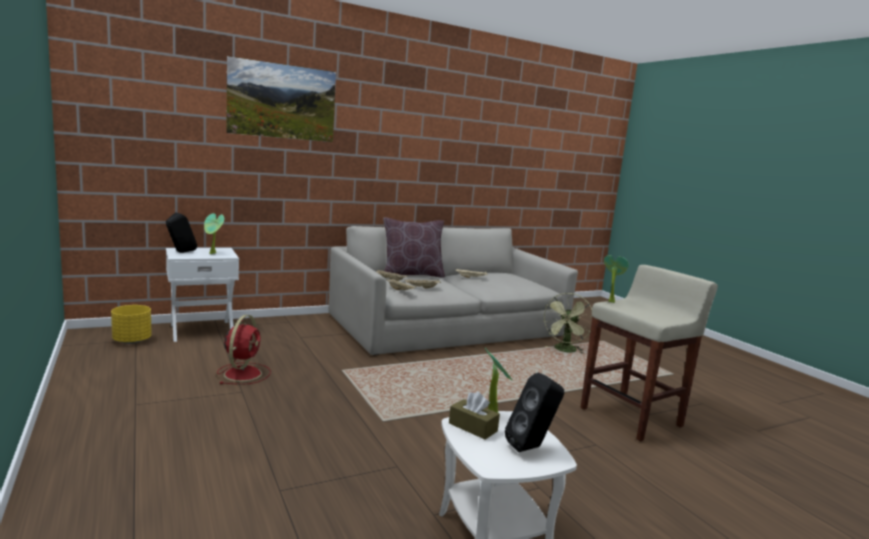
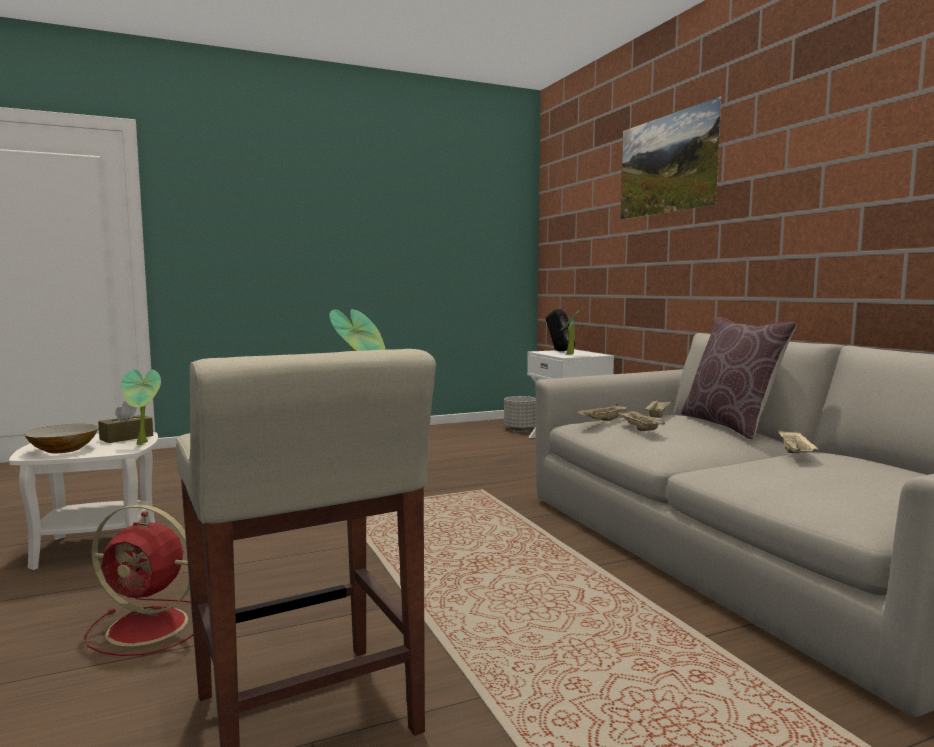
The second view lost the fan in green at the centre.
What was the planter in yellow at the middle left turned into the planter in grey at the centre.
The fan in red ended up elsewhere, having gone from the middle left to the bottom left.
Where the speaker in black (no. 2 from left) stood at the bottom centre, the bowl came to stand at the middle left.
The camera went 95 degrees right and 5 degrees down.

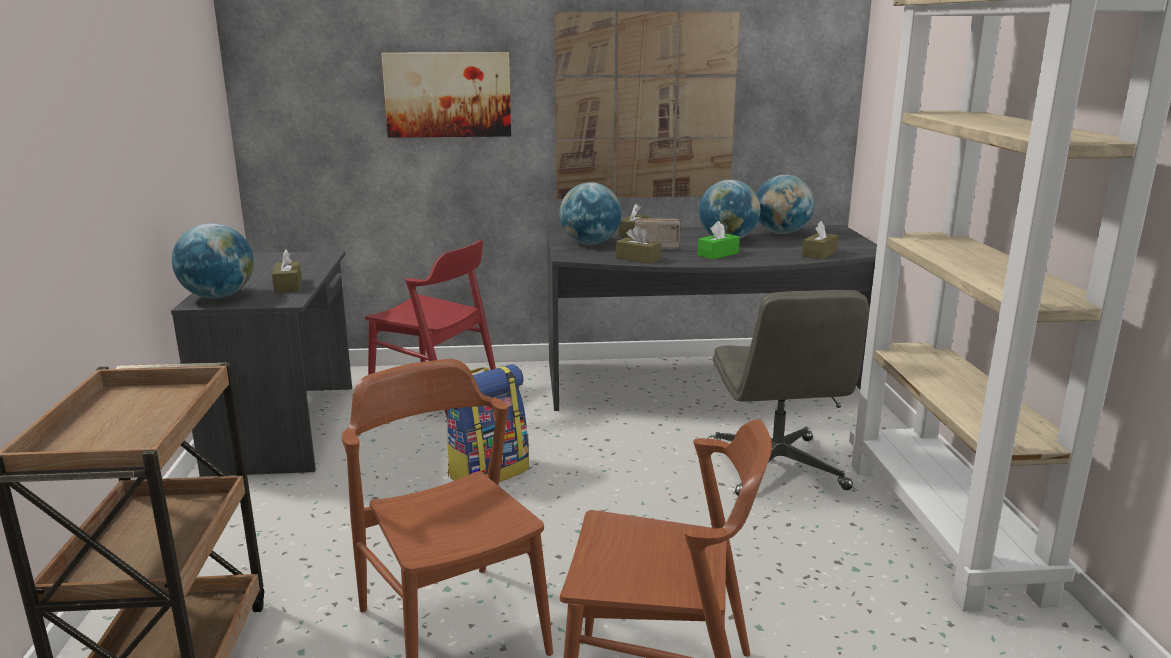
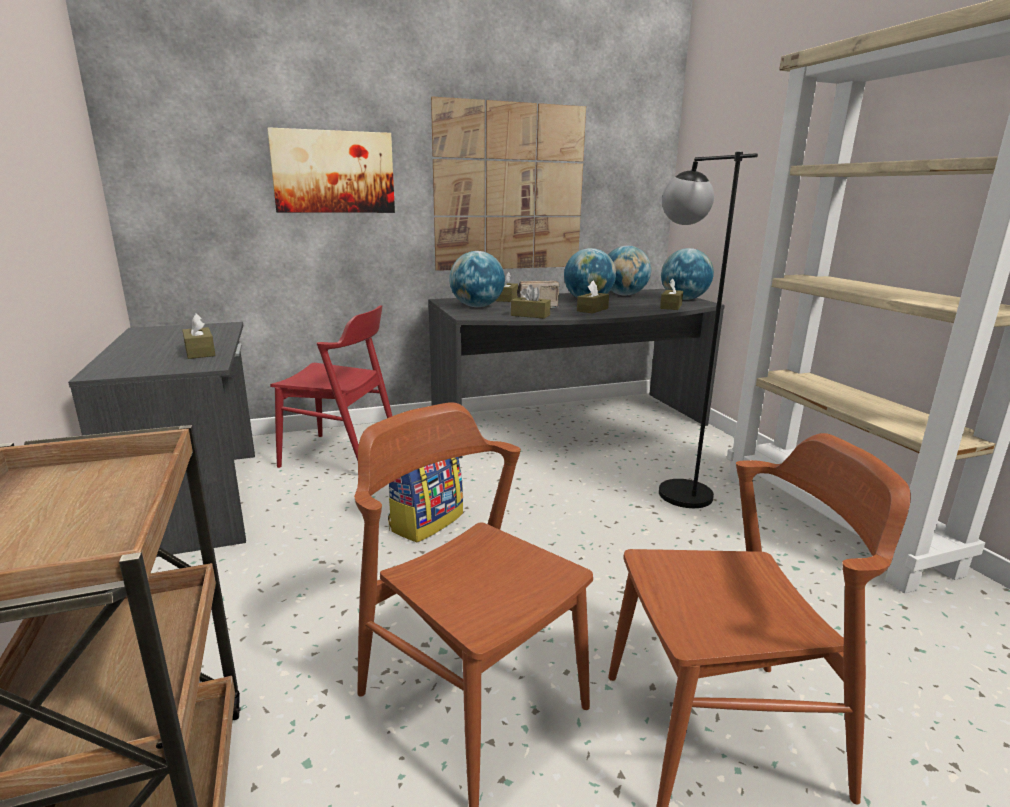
What was the tissue box in green at the centre turned into the tissue box in brown (no. 4 from left) at the centre.
The globe (no. 1 from left in the first image) ended up elsewhere, having gone from the middle left to the middle right.
Where the office chair in grey stood at the middle right, the floor lamp in black came to stand at the middle right.
The camera went 15 degrees left and 0 degrees up.

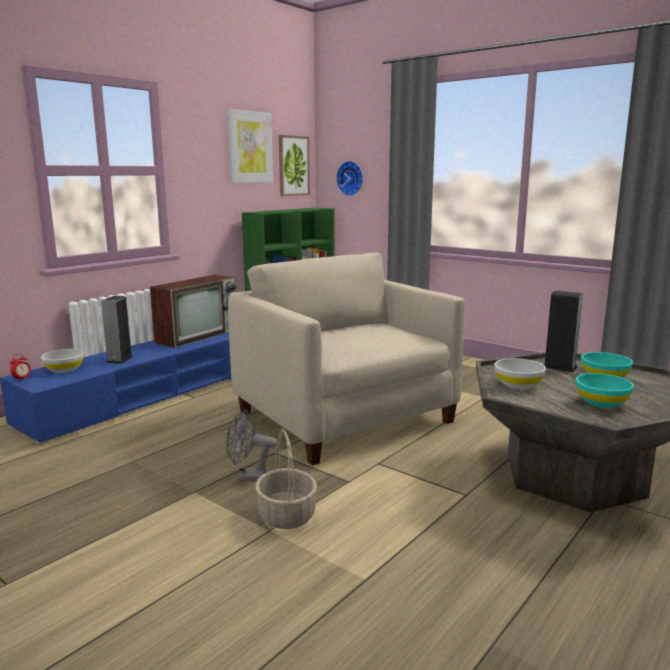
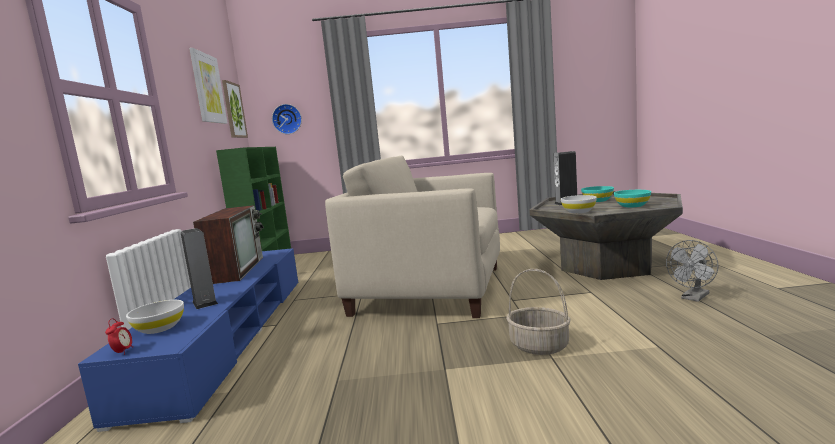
The fan in grey ended up elsewhere, having gone from the centre to the middle right.
The camera went 40 degrees left and 5 degrees down.

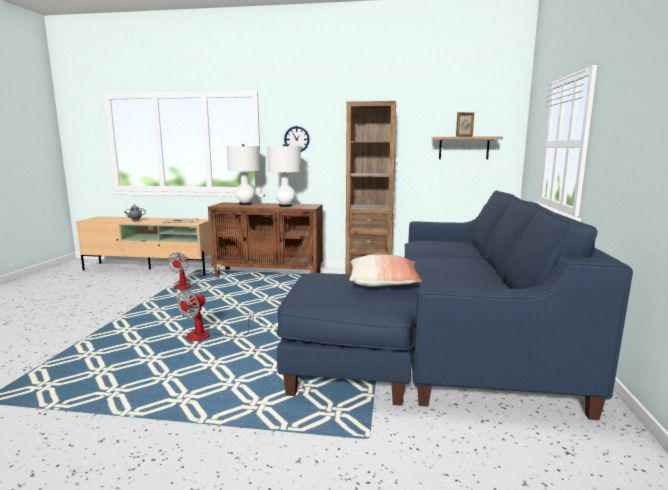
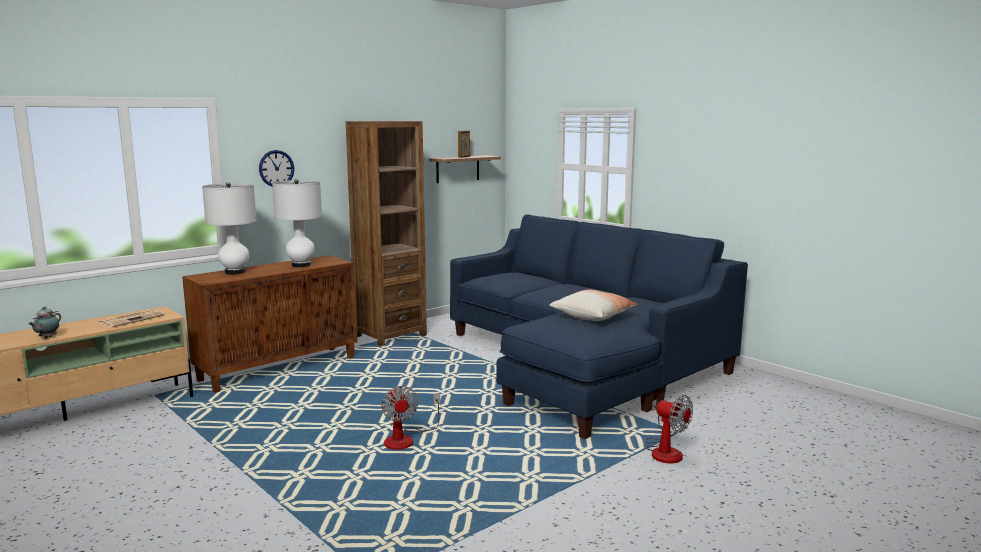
The fan (no. 1 from left in the first image) ended up elsewhere, having gone from the middle left to the bottom right.
The camera went 50 degrees left and 0 degrees up.

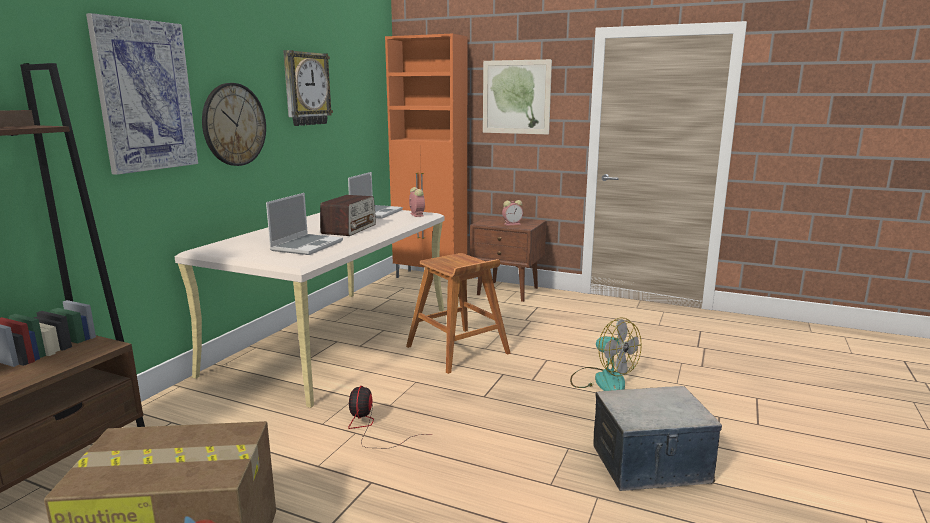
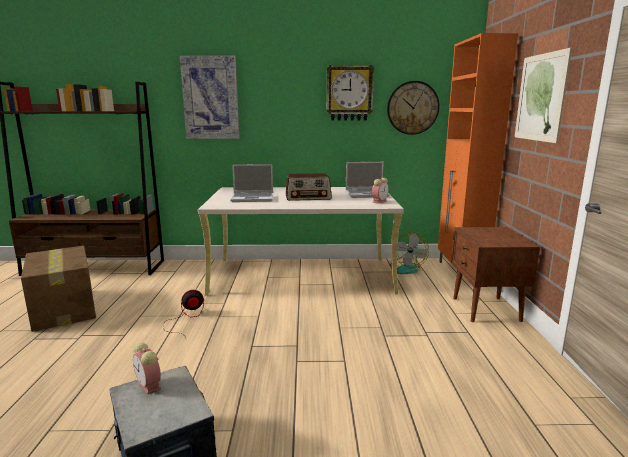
The wall clock (no. 1 from left in the first image) ended up elsewhere, having gone from the top left to the top centre.
The alarm clock (no. 2 from left in the first image) ended up elsewhere, having gone from the centre to the bottom left.
The second view lost the stool in brown at the centre.
The fan (no. 2 from left) ended up elsewhere, having gone from the bottom centre to the centre.
The camera went 65 degrees right and 0 degrees up.

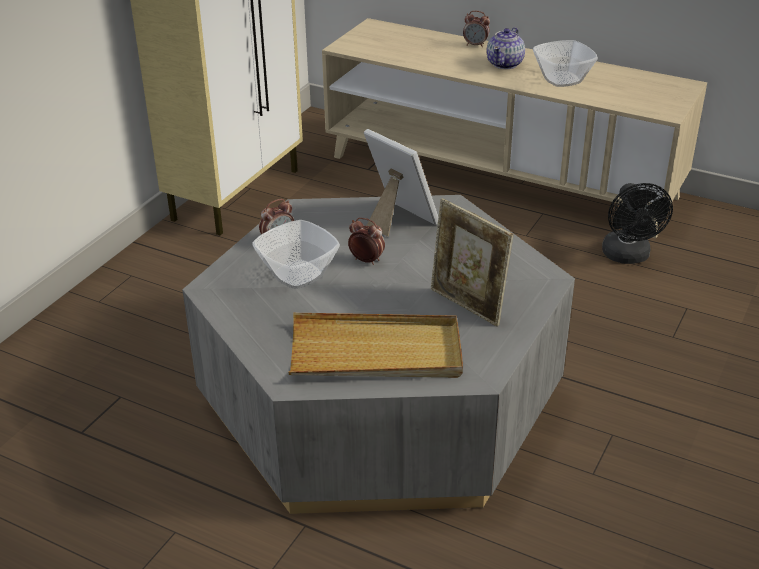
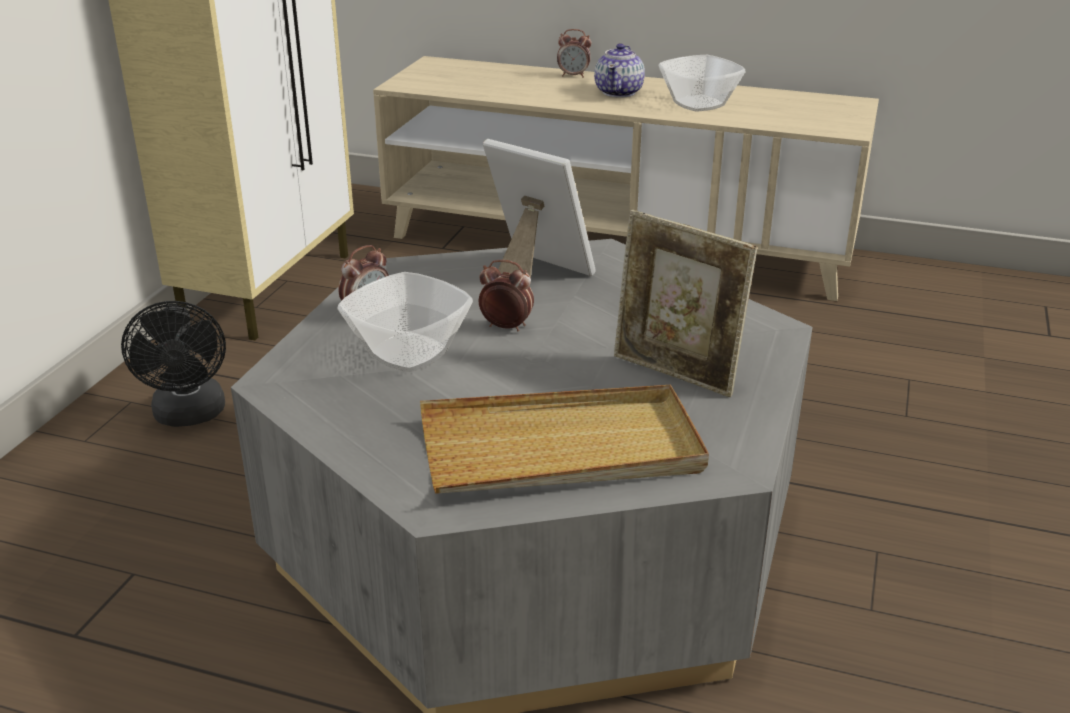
The fan in black ended up elsewhere, having gone from the middle right to the middle left.
The camera went 10 degrees left and 5 degrees down.

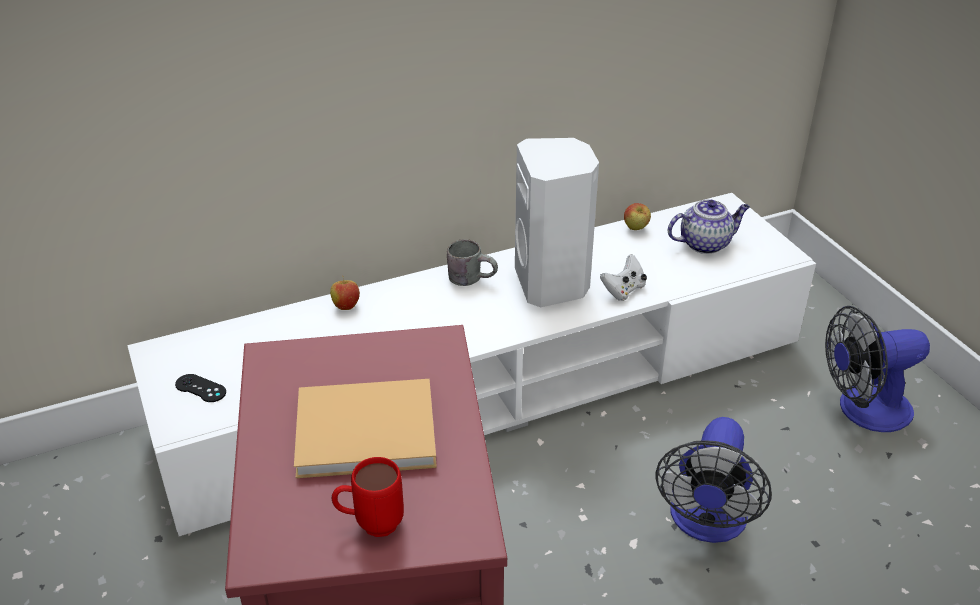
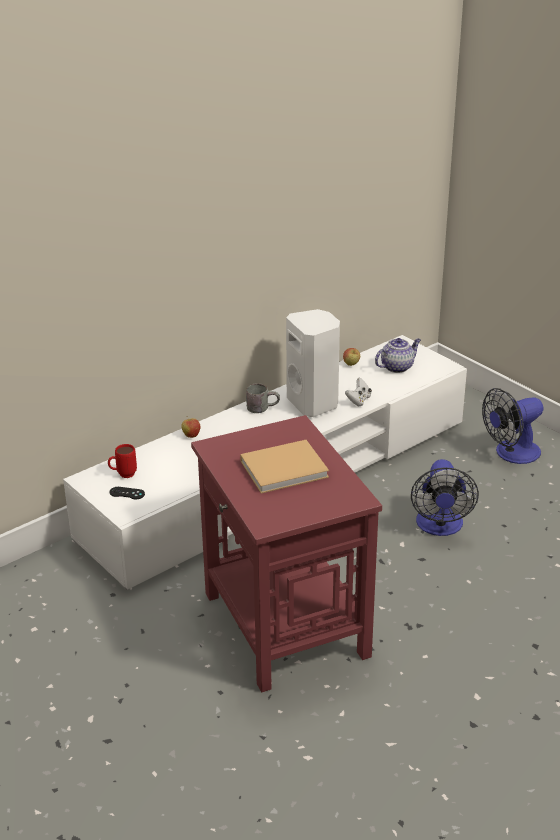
The mug in red ended up elsewhere, having gone from the bottom centre to the middle left.
The camera went 15 degrees left and 5 degrees down.

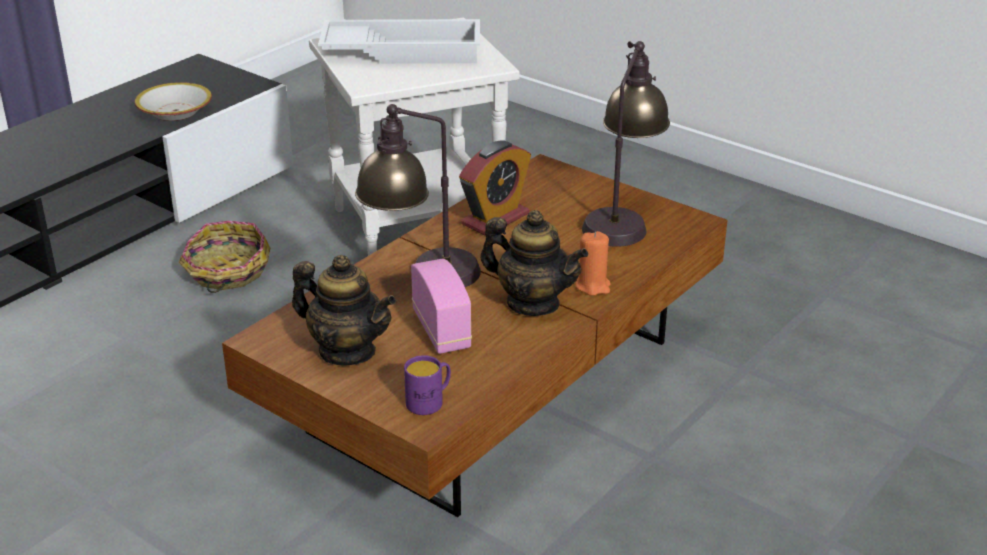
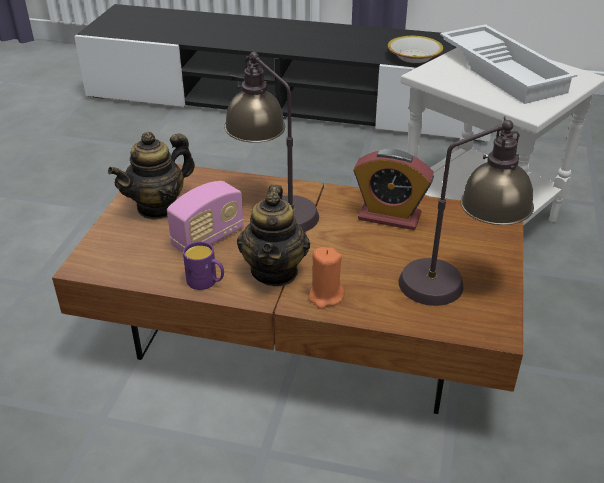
The second view lost the basket at the middle left.
The teapot (no. 1 from left) at the centre ended up facing another way, 45 degrees clockwise from before.
The mug in purple ended up elsewhere, having gone from the bottom centre to the centre.
The camera went 65 degrees right and 5 degrees up.

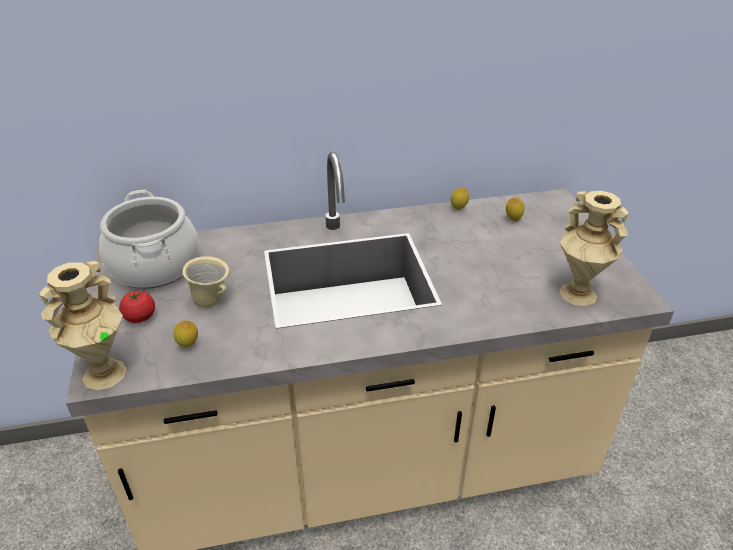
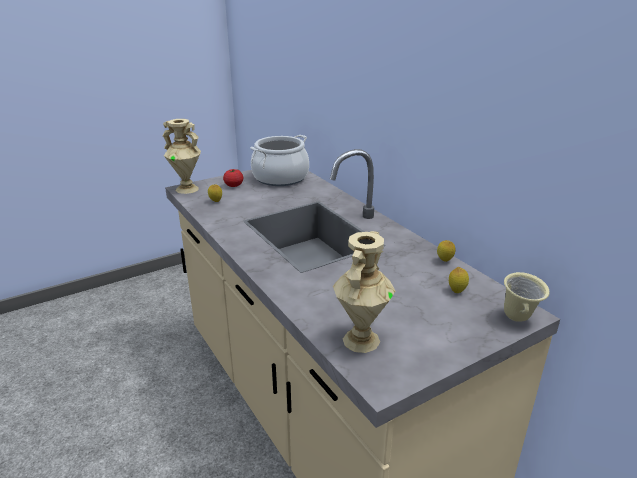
The mug in beige ended up elsewhere, having gone from the middle left to the middle right.
The camera went 70 degrees right and 10 degrees down.

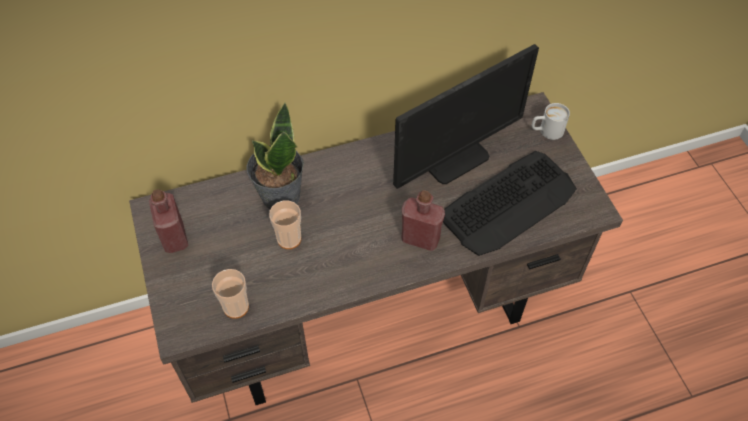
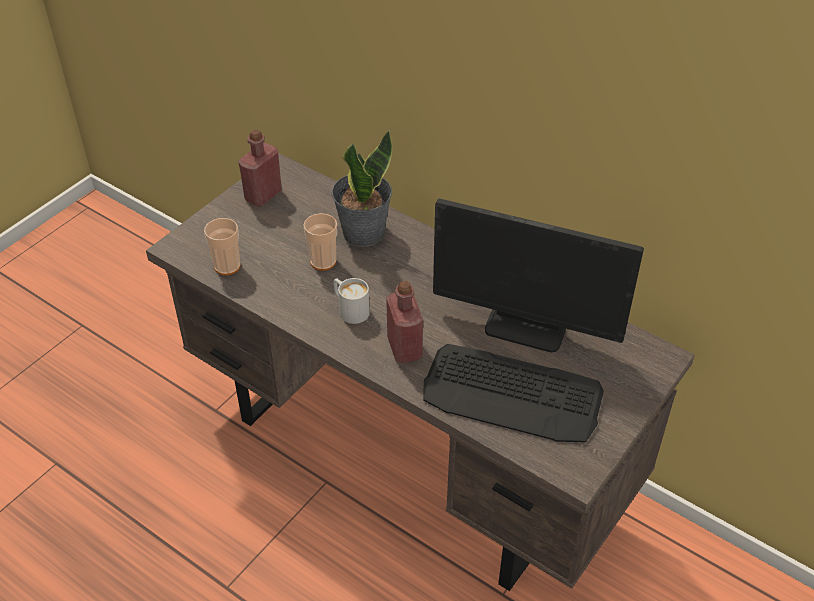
The mug in white ended up elsewhere, having gone from the top right to the centre.
The camera went 55 degrees right and 10 degrees down.

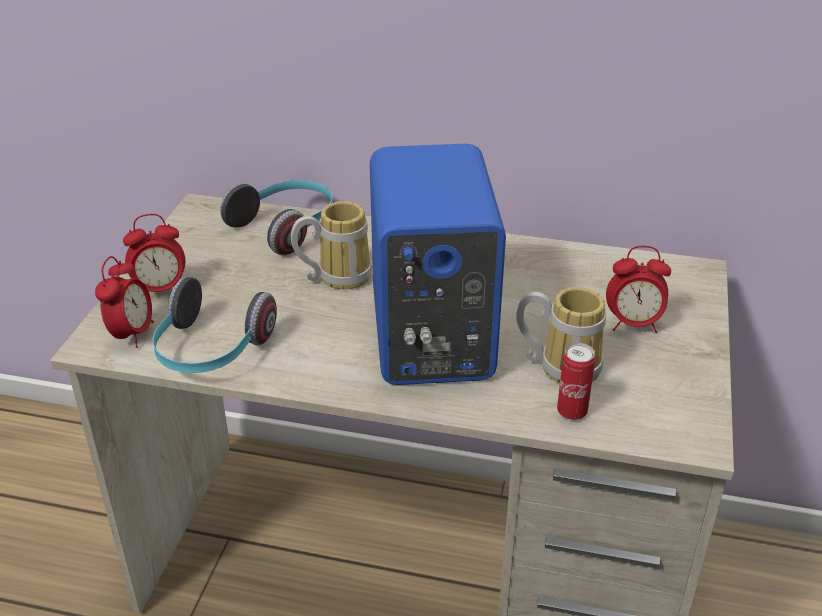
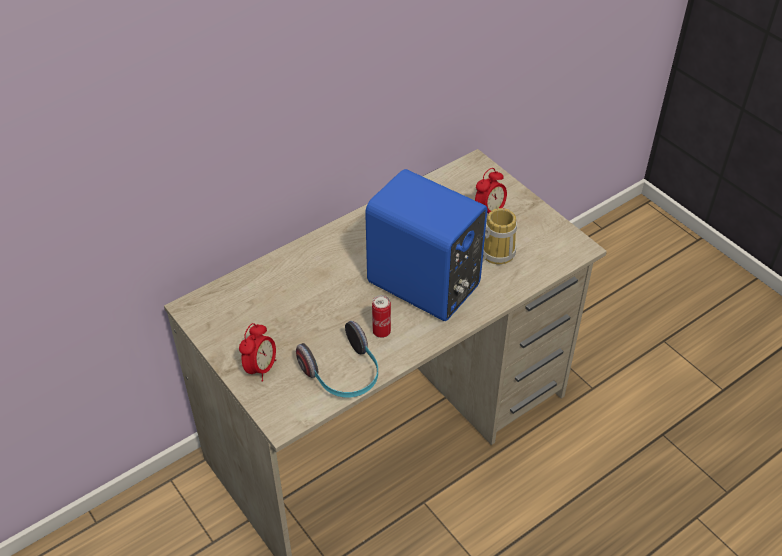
The second view lost the headphones (no. 2 from left) at the centre.
The second view lost the mug (no. 1 from left) at the centre.
The second view lost the alarm clock (no. 1 from left) at the middle left.
The can ended up elsewhere, having gone from the middle right to the centre.
The camera went 50 degrees left and 10 degrees up.

